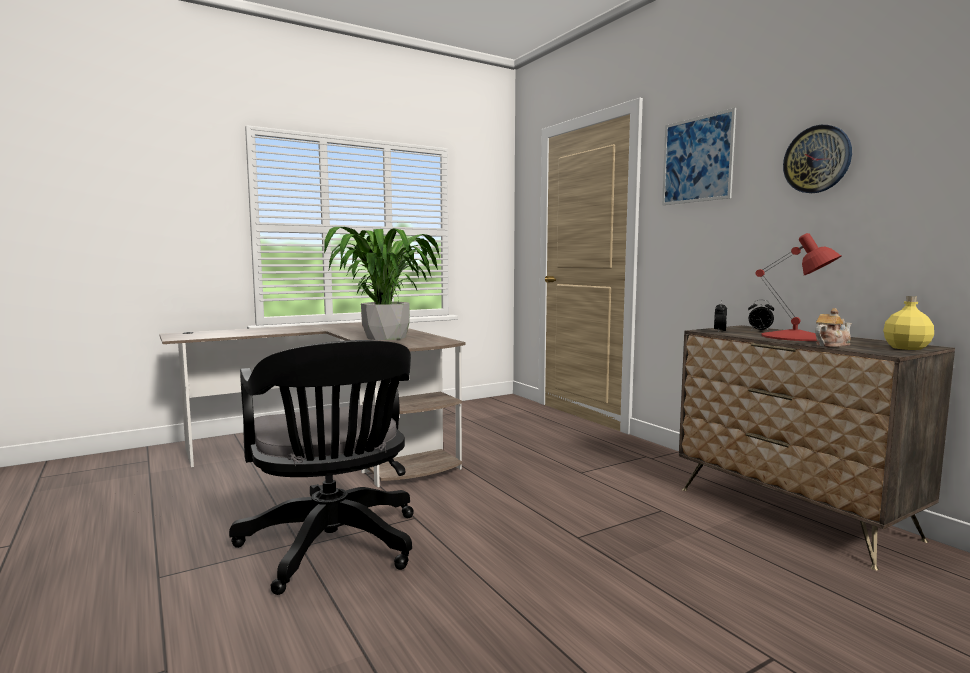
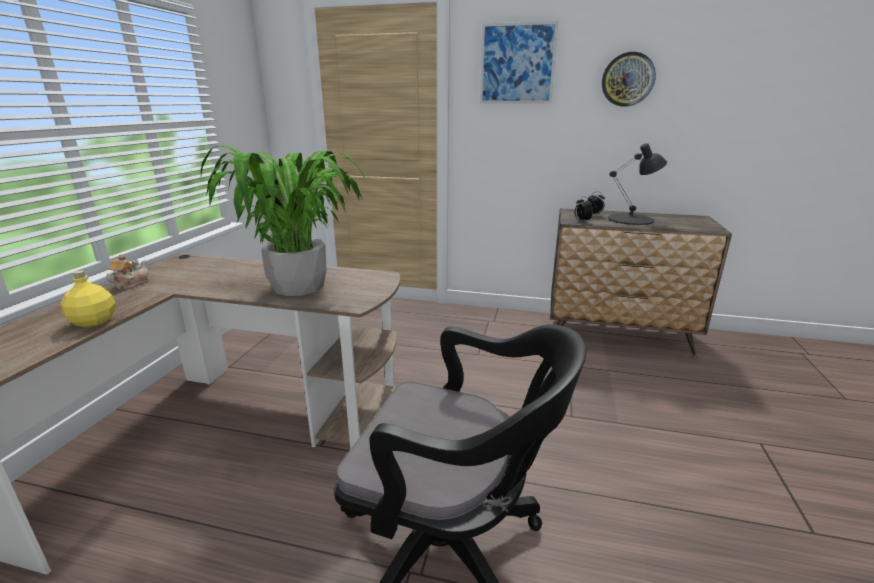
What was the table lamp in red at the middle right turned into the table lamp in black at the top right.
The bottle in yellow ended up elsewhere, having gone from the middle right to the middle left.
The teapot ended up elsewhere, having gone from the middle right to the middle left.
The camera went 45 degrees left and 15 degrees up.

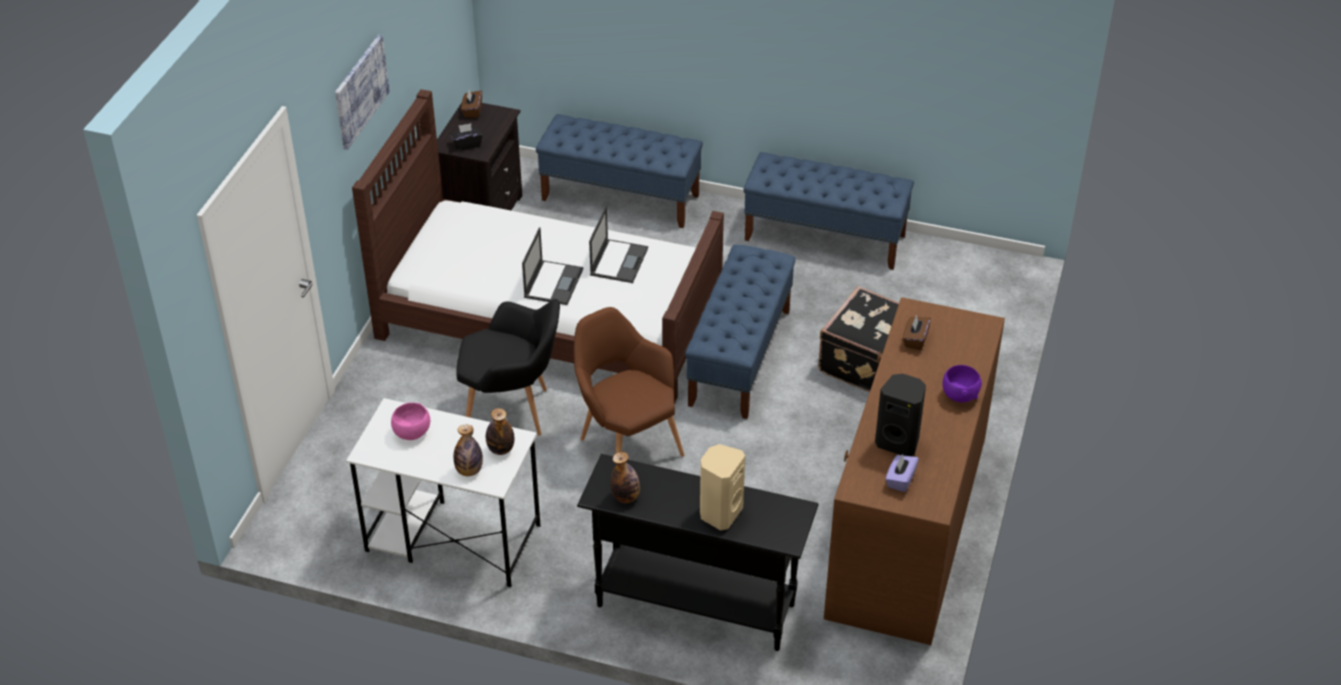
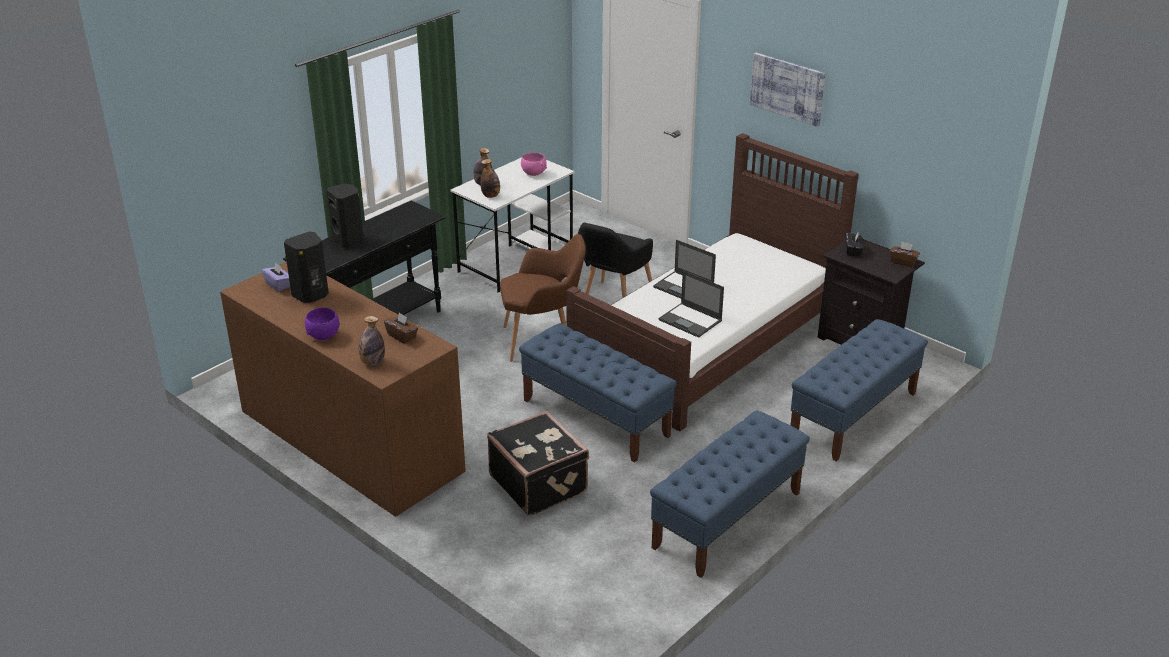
What was the speaker in beige at the bottom centre turned into the speaker in black (no. 2 from left) at the top left.
The bottle (no. 3 from left in the first image) ended up elsewhere, having gone from the bottom centre to the middle left.
The camera went 115 degrees right and 10 degrees down.

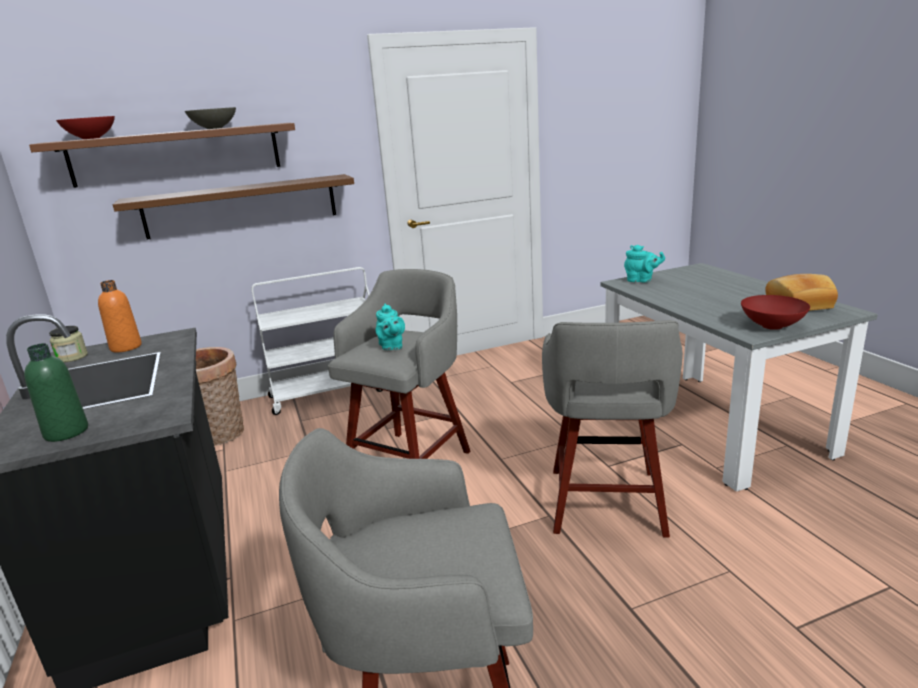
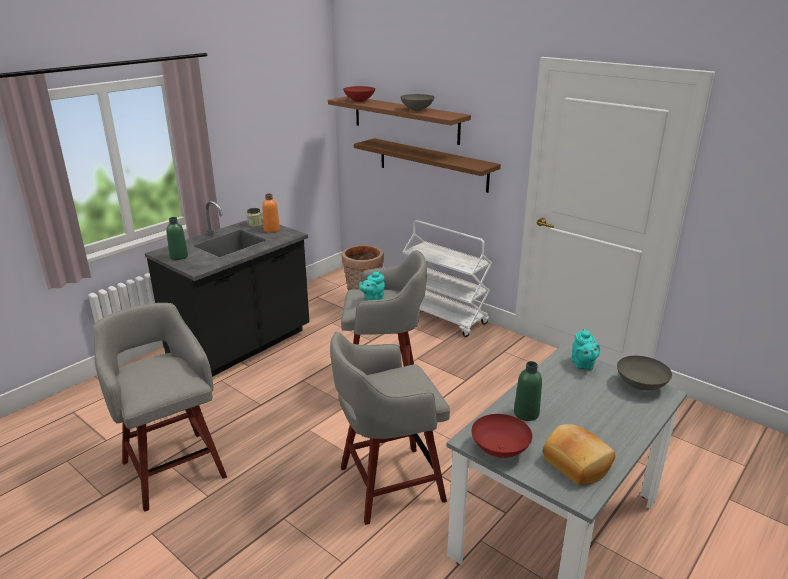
The second view gained the bowl in grey (no. 2 from left) at the middle right.
The second view gained the bottle in green (no. 2 from left) at the bottom right.
The camera went 60 degrees right and 5 degrees up.

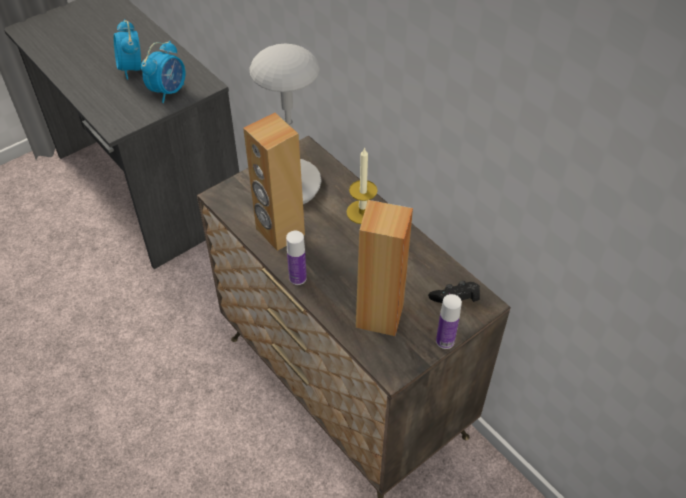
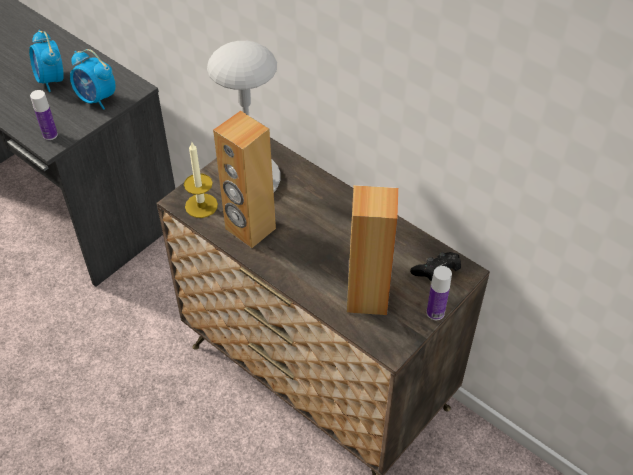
The alarm clock (no. 2 from left) at the top left ended up facing another way, 105 degrees clockwise from before.
The candle ended up elsewhere, having gone from the centre to the middle left.
The bottle (no. 1 from left) ended up elsewhere, having gone from the centre to the top left.
The camera went 10 degrees left and 0 degrees up.

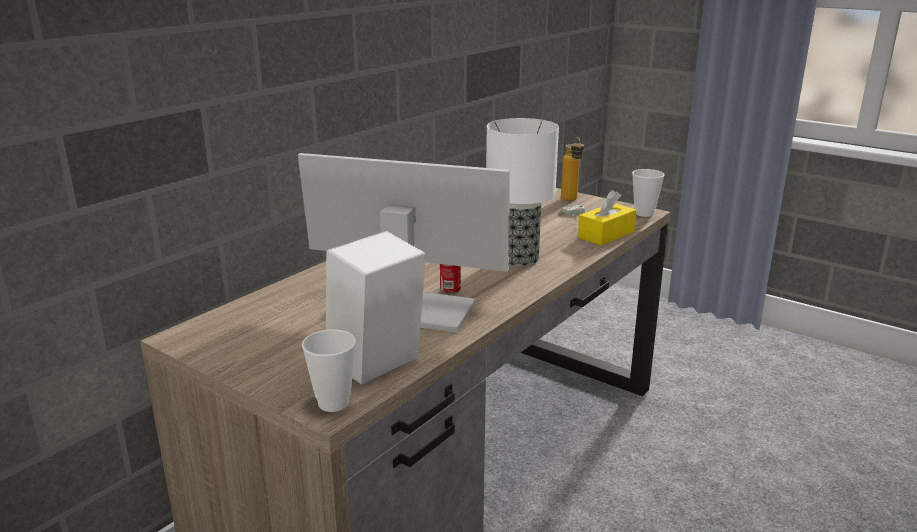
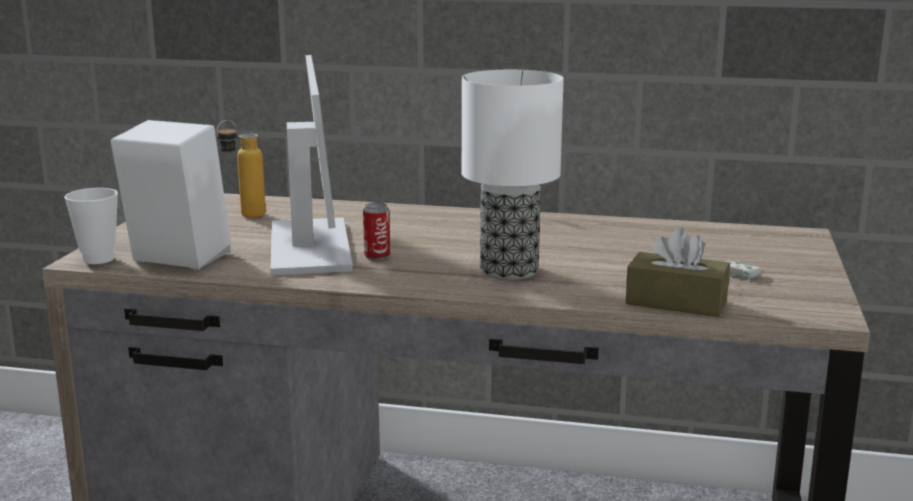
The bottle ended up elsewhere, having gone from the top centre to the middle left.
The second view lost the cup (no. 2 from left) at the middle right.
What was the tissue box in yellow at the centre turned into the tissue box in brown at the middle right.
The camera went 65 degrees right and 5 degrees down.

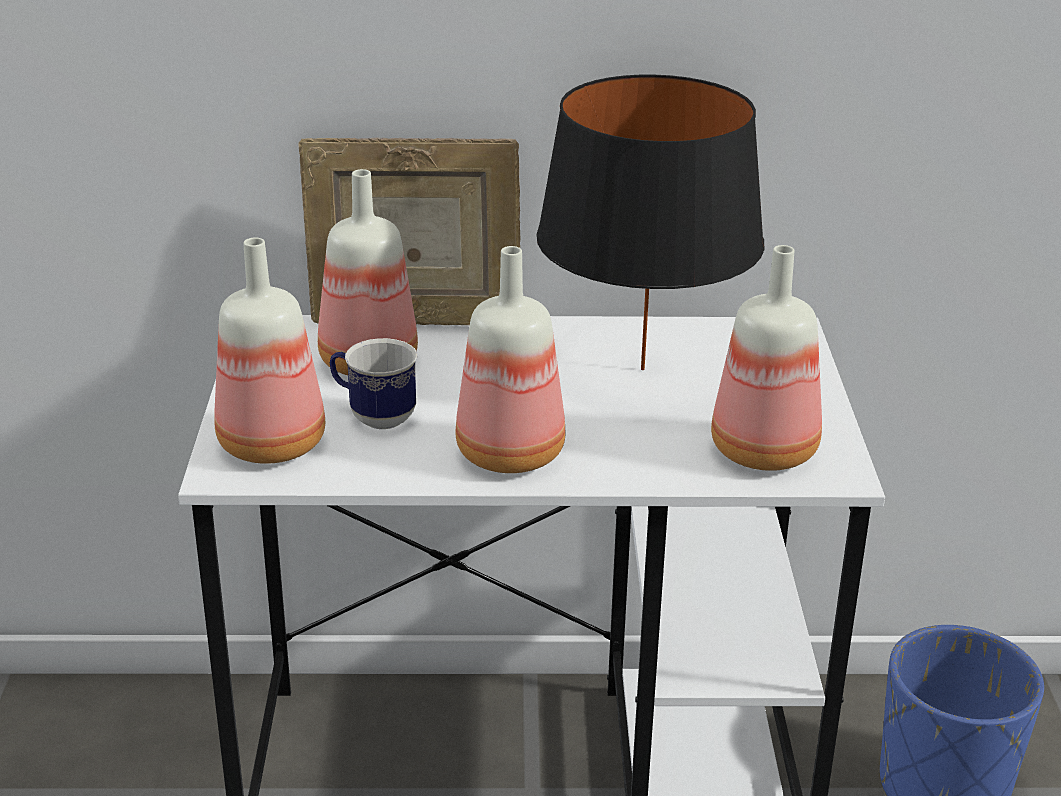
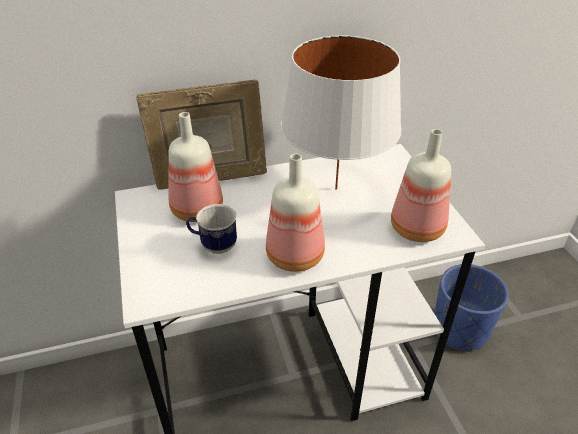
What was the table lamp in black at the top centre turned into the table lamp in white at the top centre.
The second view lost the bottle (no. 1 from left) at the middle left.
The camera went 15 degrees left and 10 degrees up.

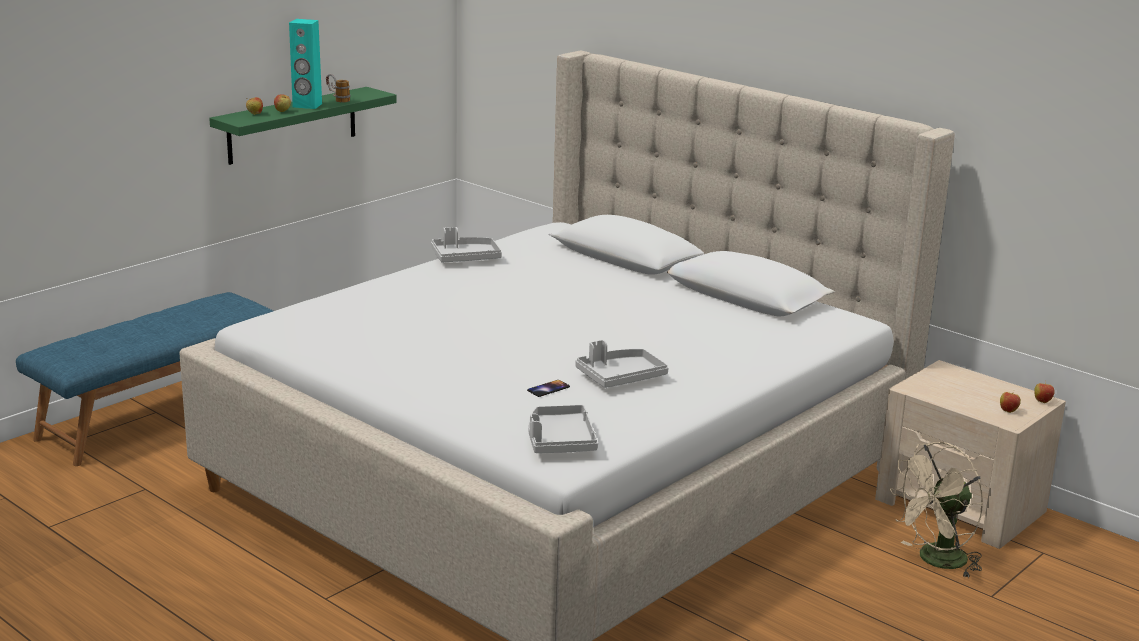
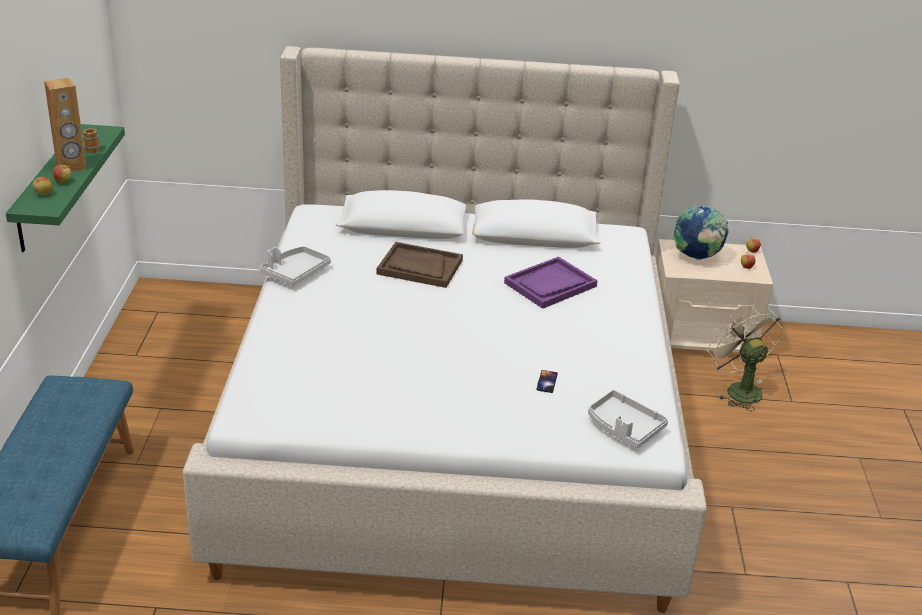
What was the speaker in turquoise at the top left turned into the speaker in brown at the top left.
The second view lost the tray in grey (no. 3 from left) at the centre.
The fan in beige at the bottom right ended up facing another way, 135 degrees clockwise from before.
The second view gained the globe at the middle right.
The second view gained the tray in brown at the centre.
The second view gained the tray in purple at the centre.
The camera went 40 degrees left and 10 degrees up.

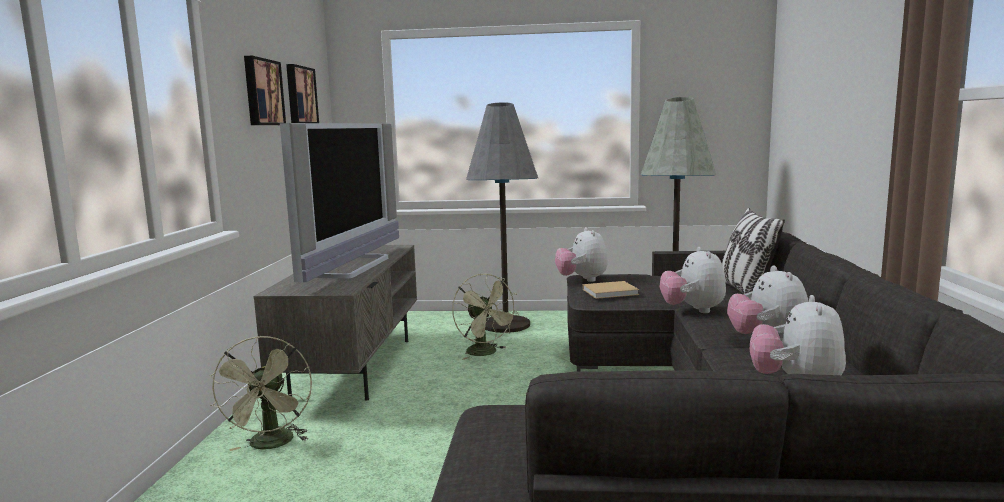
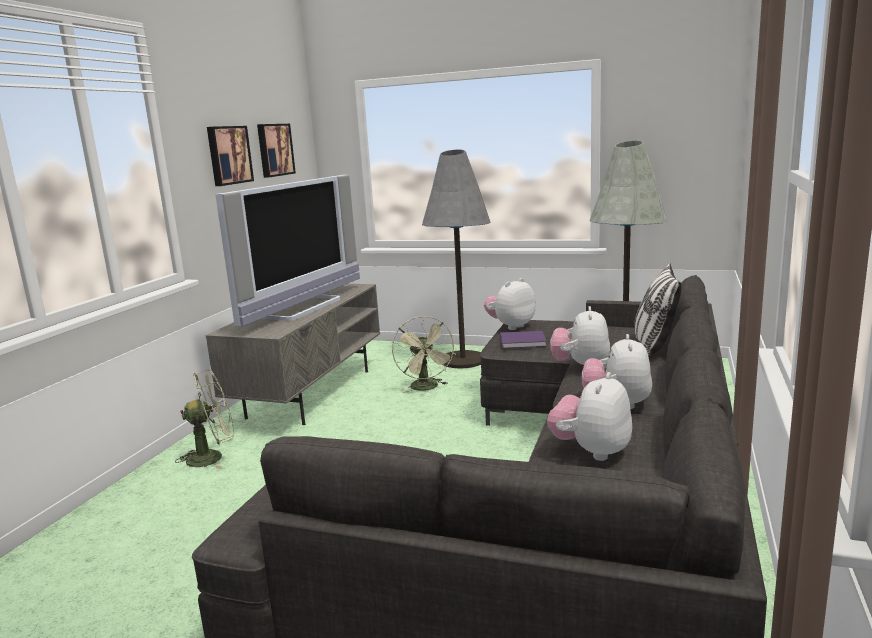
The plush toy (no. 1 from left) at the centre ended up facing another way, 45 degrees clockwise from before.
What was the book in beige at the centre turned into the book in purple at the centre.
The fan in green (no. 1 from left) at the bottom left ended up facing another way, 120 degrees counterclockwise from before.
The camera went 15 degrees right and 5 degrees up.

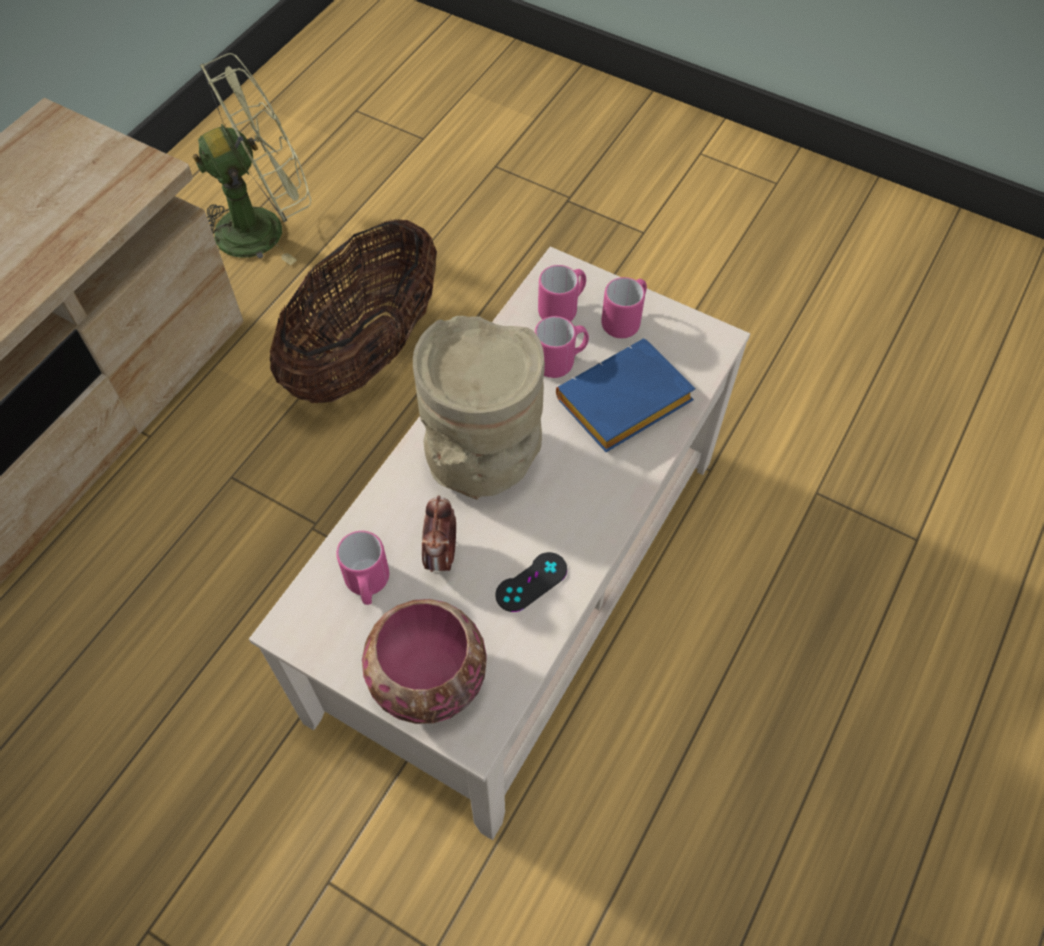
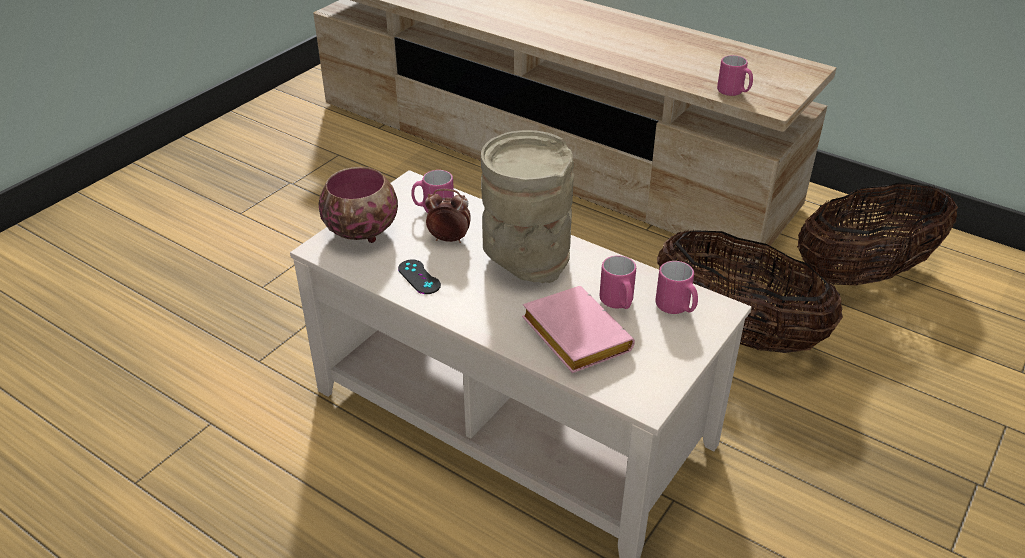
Where the fan in green stood at the top left, the basket (no. 2 from left) came to stand at the middle right.
The mug in pink (no. 4 from left) ended up elsewhere, having gone from the top centre to the top right.
What was the book in blue at the centre turned into the book in pink at the centre.
The camera went 95 degrees right and 20 degrees down.

